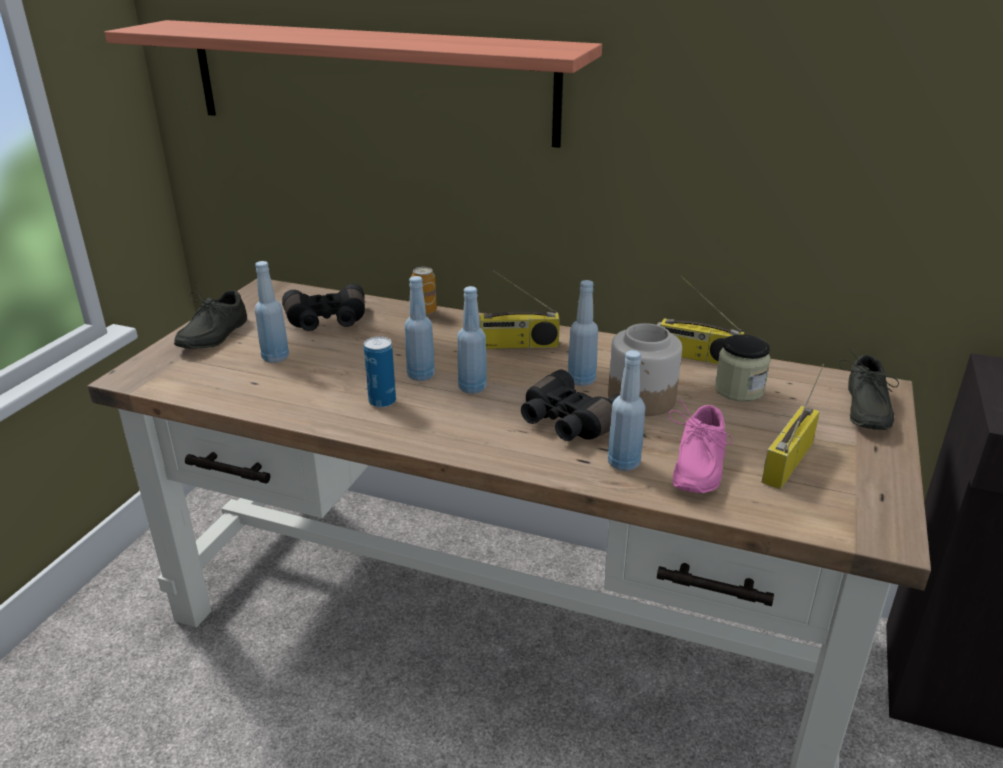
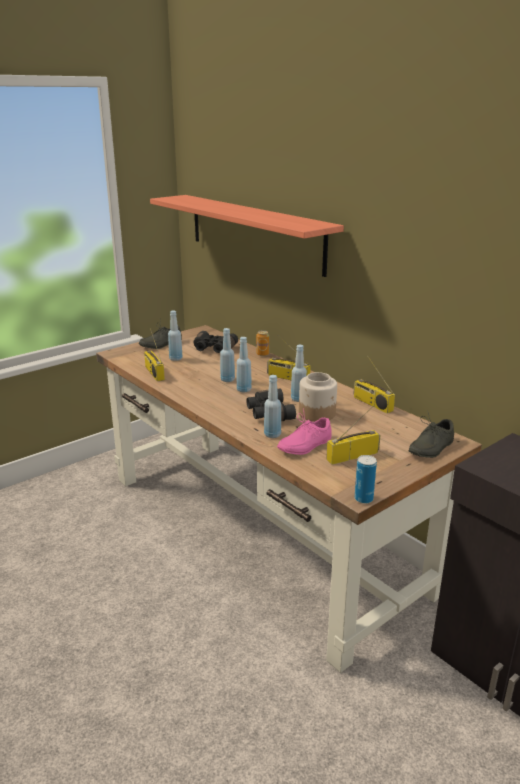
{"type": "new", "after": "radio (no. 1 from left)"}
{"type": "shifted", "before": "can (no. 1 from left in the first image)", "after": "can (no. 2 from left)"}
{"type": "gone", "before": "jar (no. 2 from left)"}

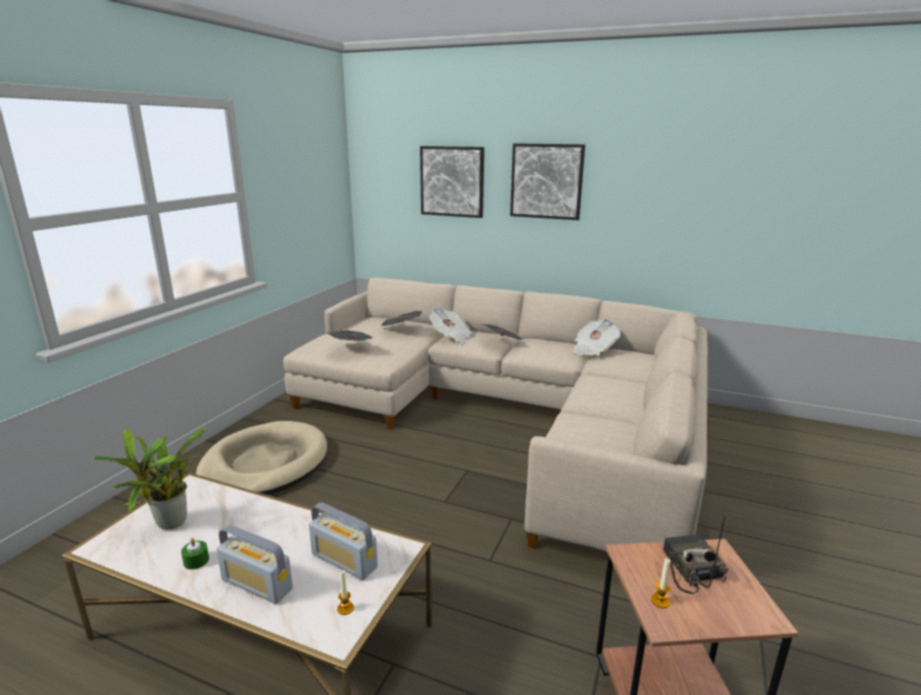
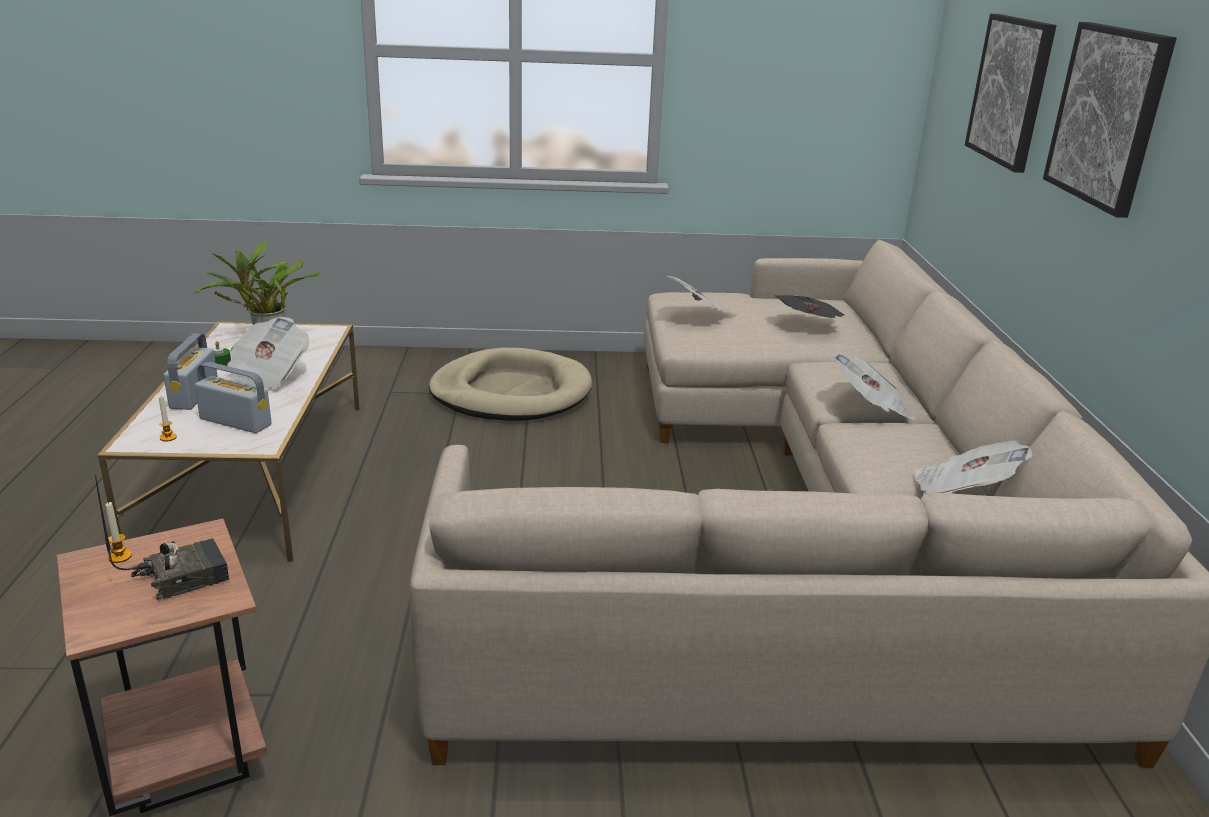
{"type": "rotated", "before": "radio (no. 2 from left in the first image)", "turn": 105}
{"type": "shifted", "before": "newspaper (no. 3 from left in the first image)", "after": "newspaper (no. 1 from left)"}

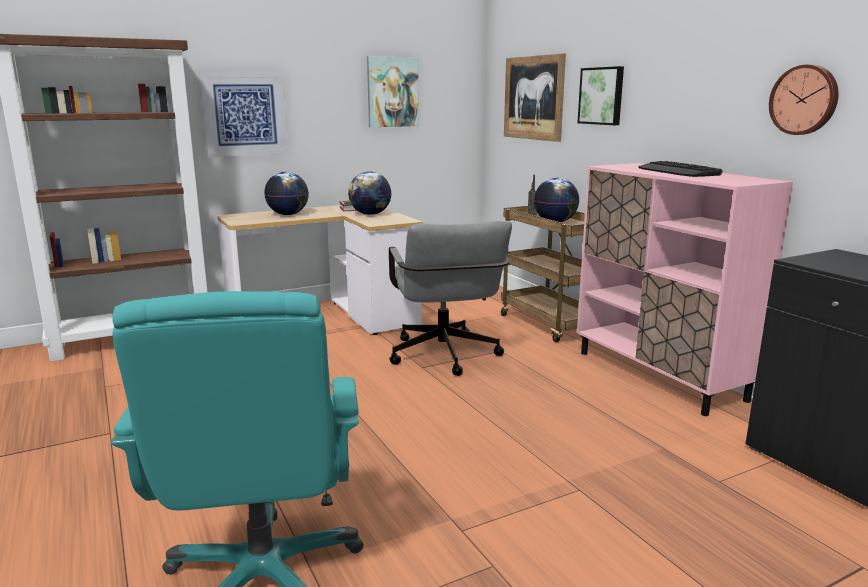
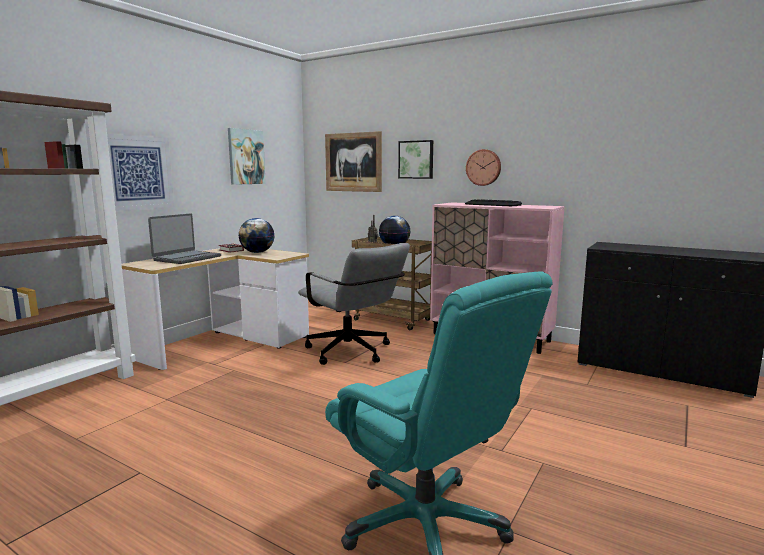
{"type": "swapped", "before": "globe (no. 1 from left)", "after": "laptop"}
{"type": "shifted", "before": "wall clock"}

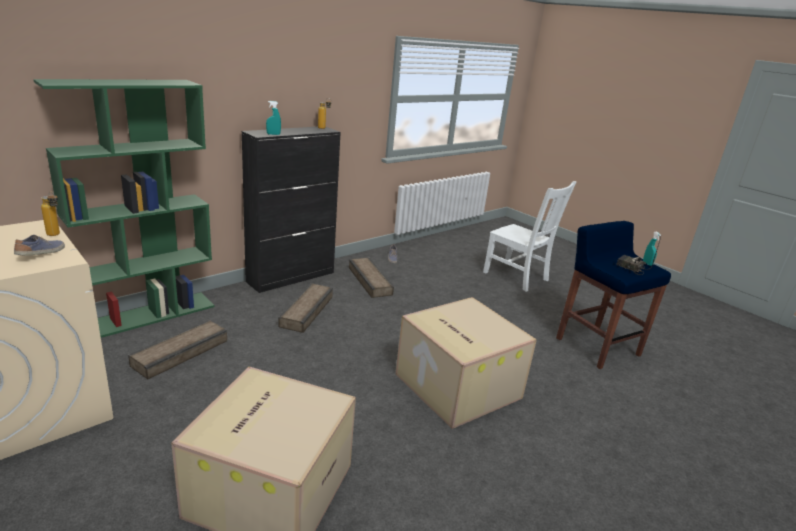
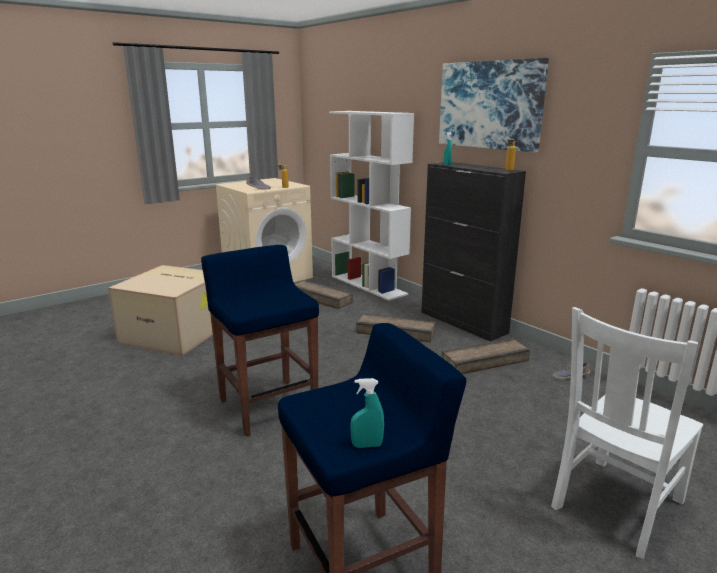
{"type": "swapped", "before": "cardboard box (no. 2 from left)", "after": "blue stool (no. 1 from left)"}
{"type": "repainted", "before": "green bookcase", "after": "white bookcase"}
{"type": "new", "after": "picture"}
{"type": "gone", "before": "radio"}

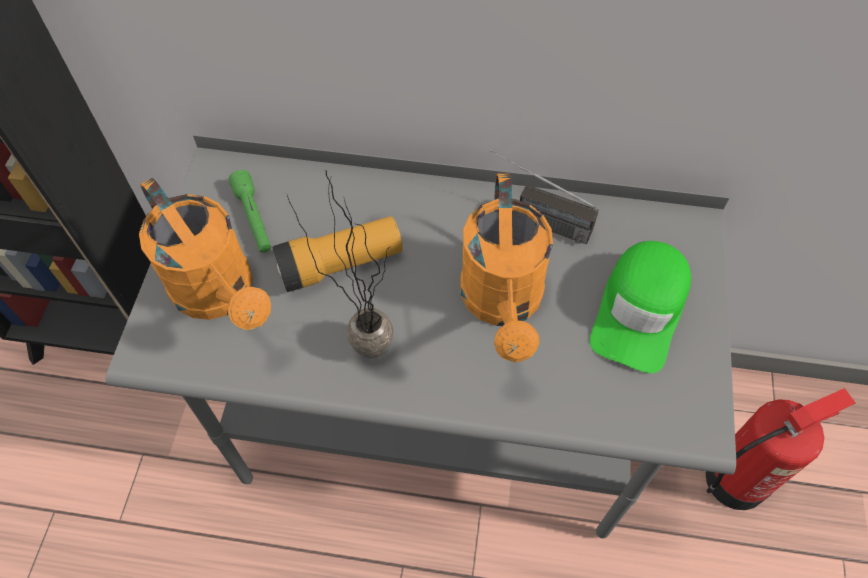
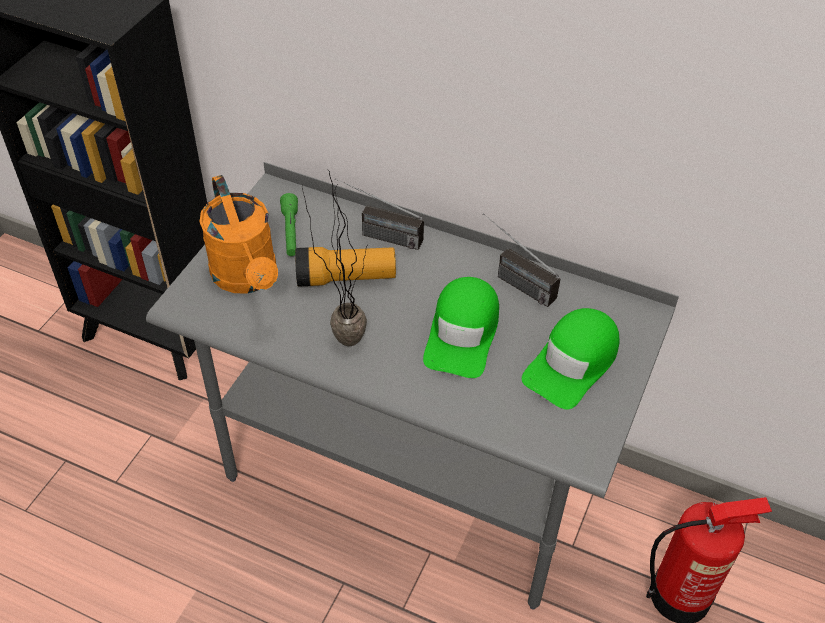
{"type": "new", "after": "radio (no. 1 from left)"}
{"type": "swapped", "before": "orange watering can (no. 2 from left)", "after": "green cap (no. 1 from left)"}

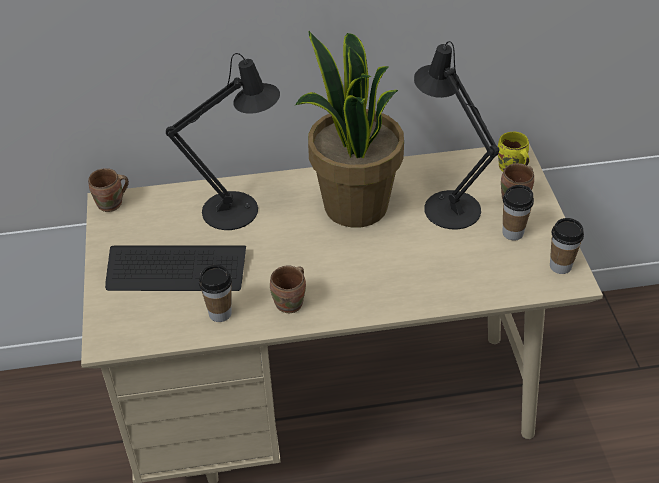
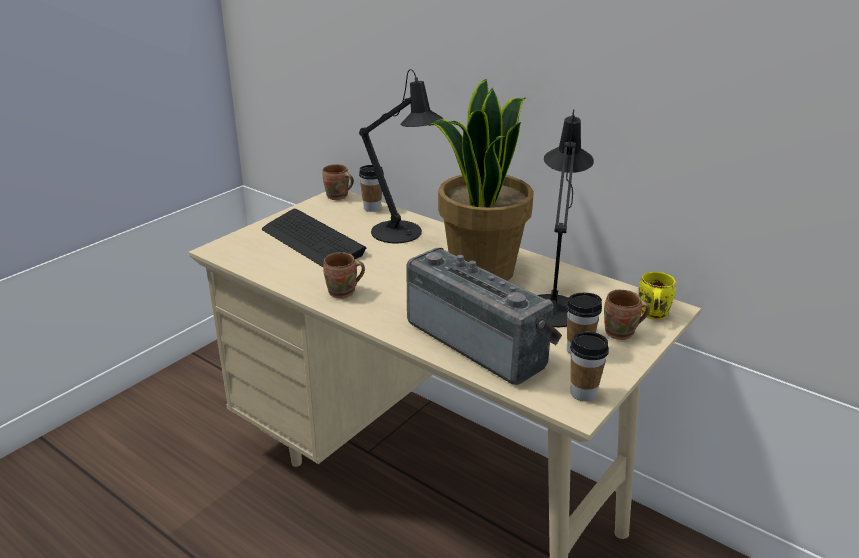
{"type": "shifted", "before": "cup (no. 1 from left)"}
{"type": "new", "after": "radio"}

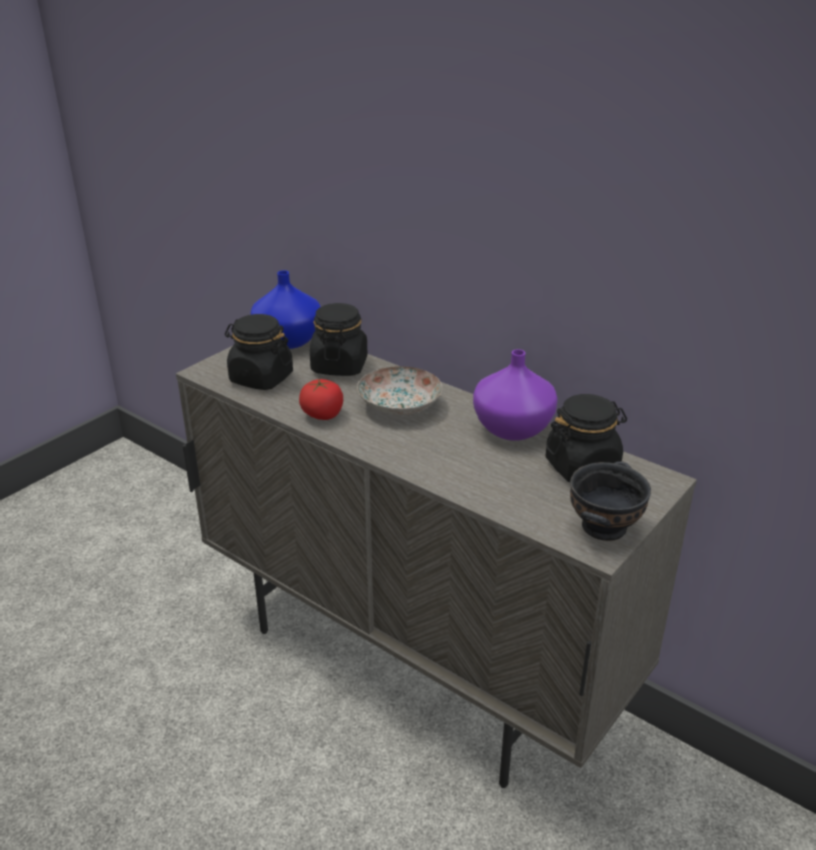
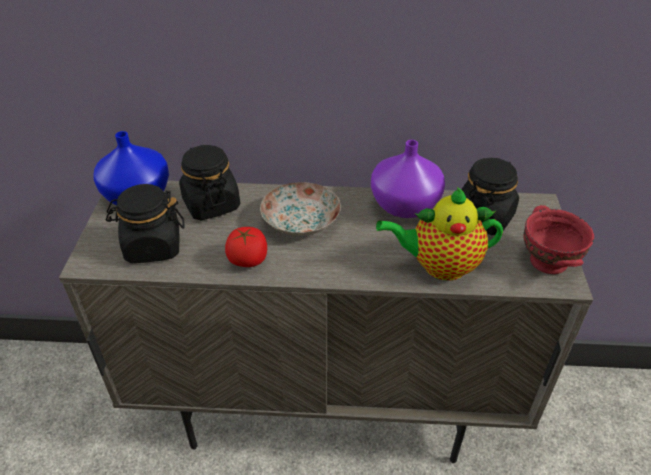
{"type": "new", "after": "teapot"}
{"type": "repainted", "before": "black bowl", "after": "red bowl"}

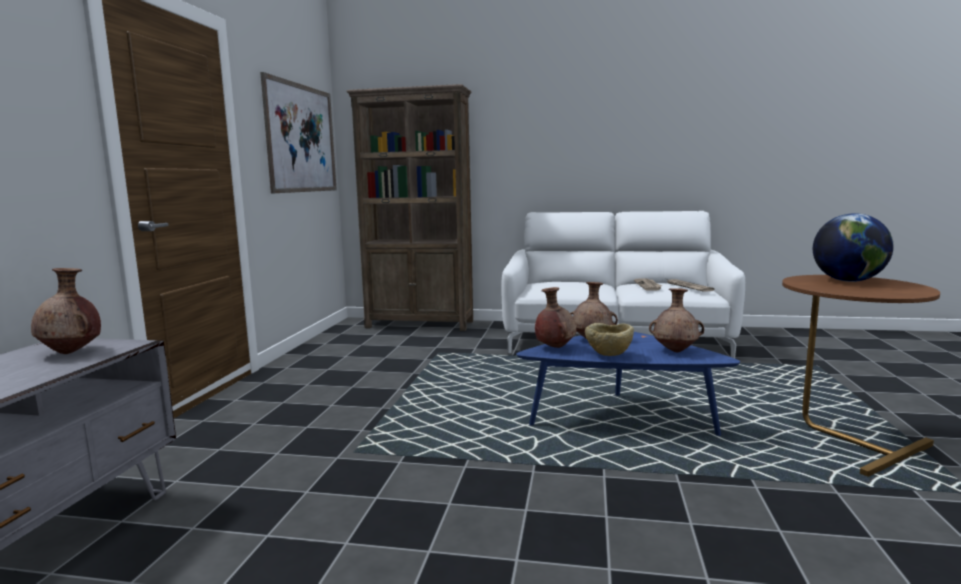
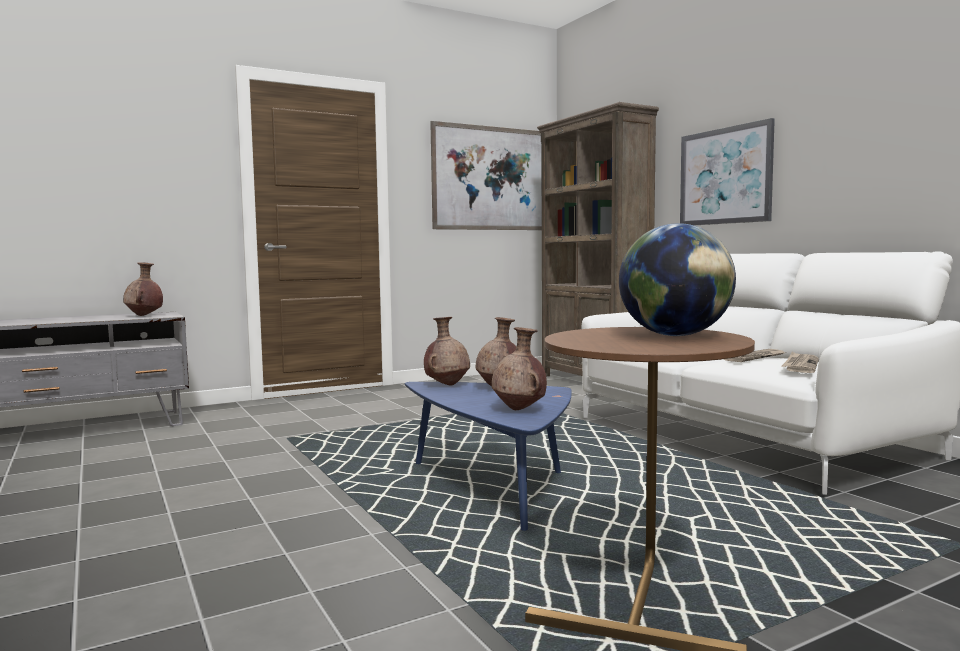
{"type": "new", "after": "picture (no. 2 from left)"}
{"type": "gone", "before": "beige bowl"}

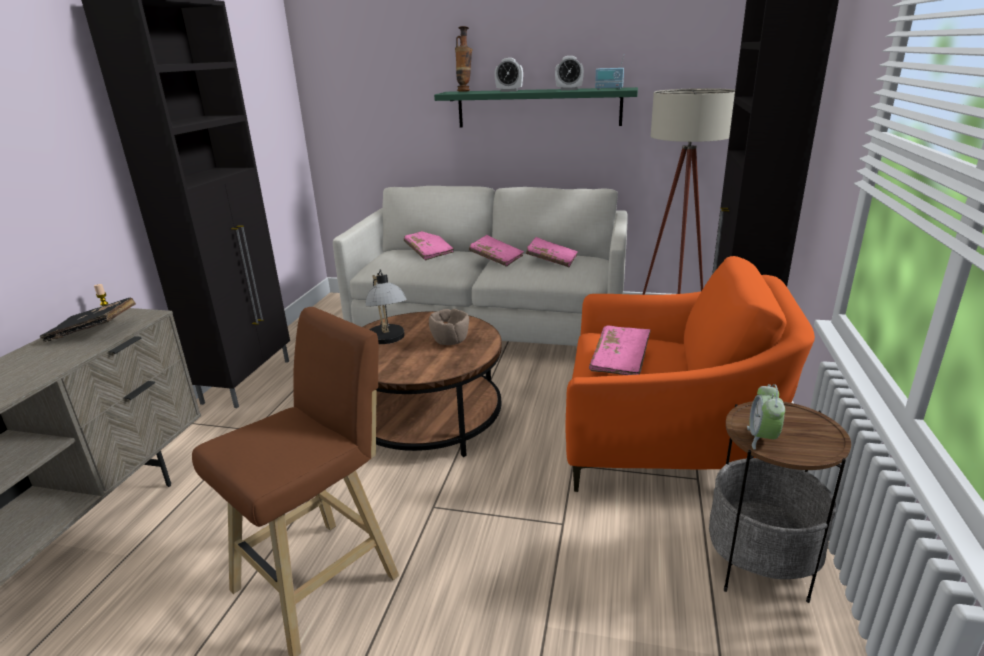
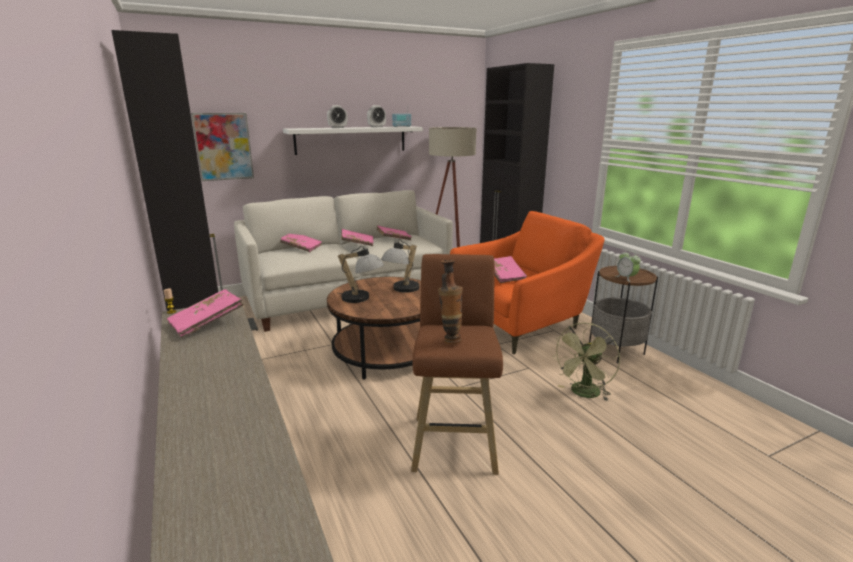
{"type": "repainted", "before": "black book", "after": "pink book (no. 1 from left)"}
{"type": "new", "after": "picture"}
{"type": "repainted", "before": "green shelf", "after": "white shelf"}
{"type": "swapped", "before": "brown bowl", "after": "table lamp (no. 2 from left)"}
{"type": "shifted", "before": "vase"}
{"type": "new", "after": "green fan"}

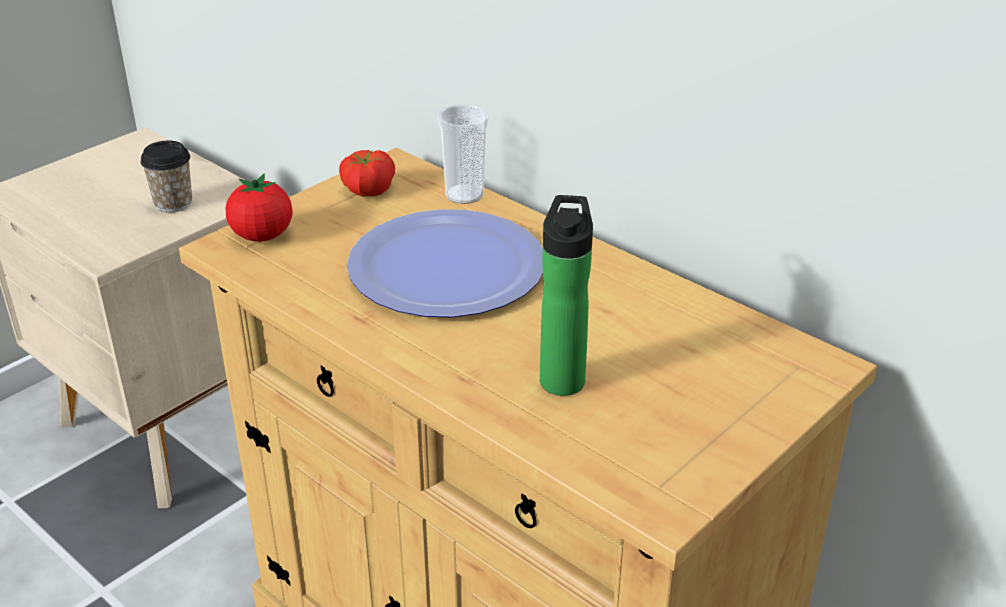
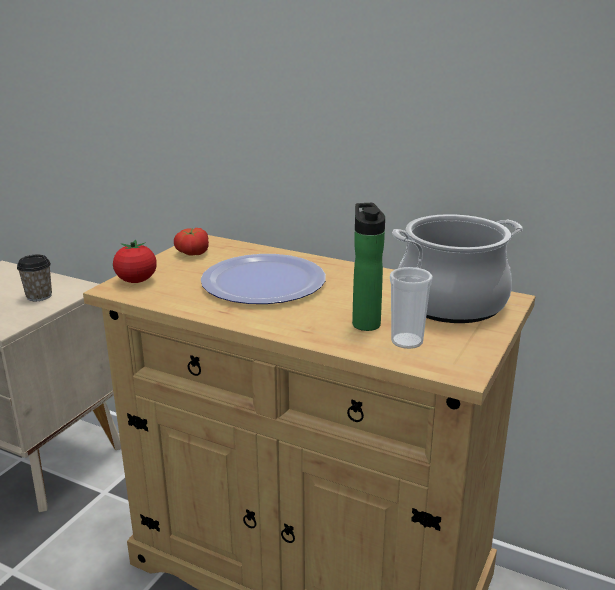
{"type": "shifted", "before": "cup (no. 2 from left)"}
{"type": "new", "after": "cooking pot"}

